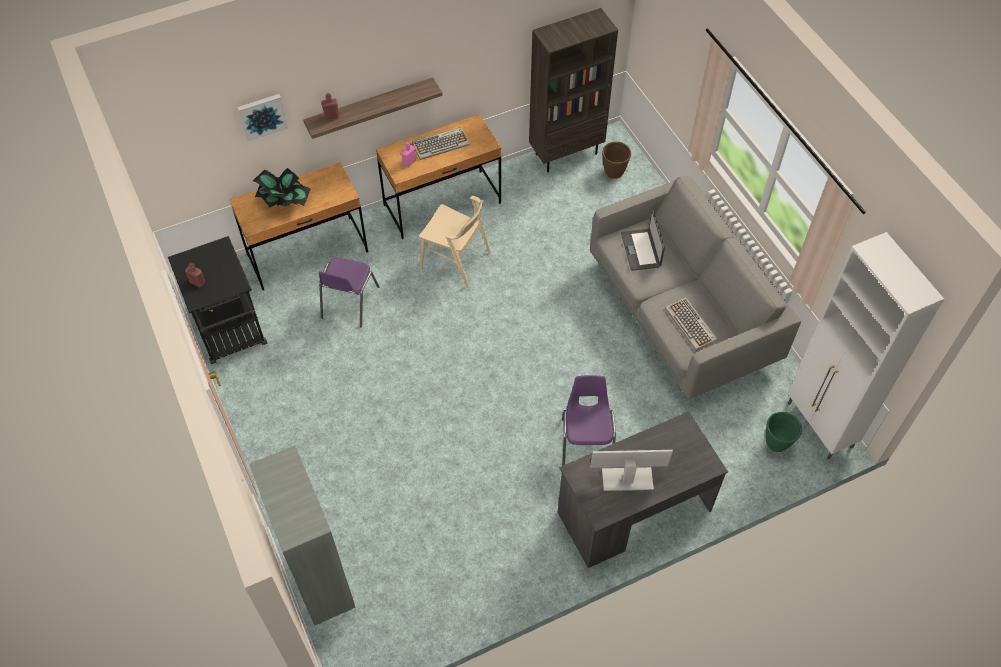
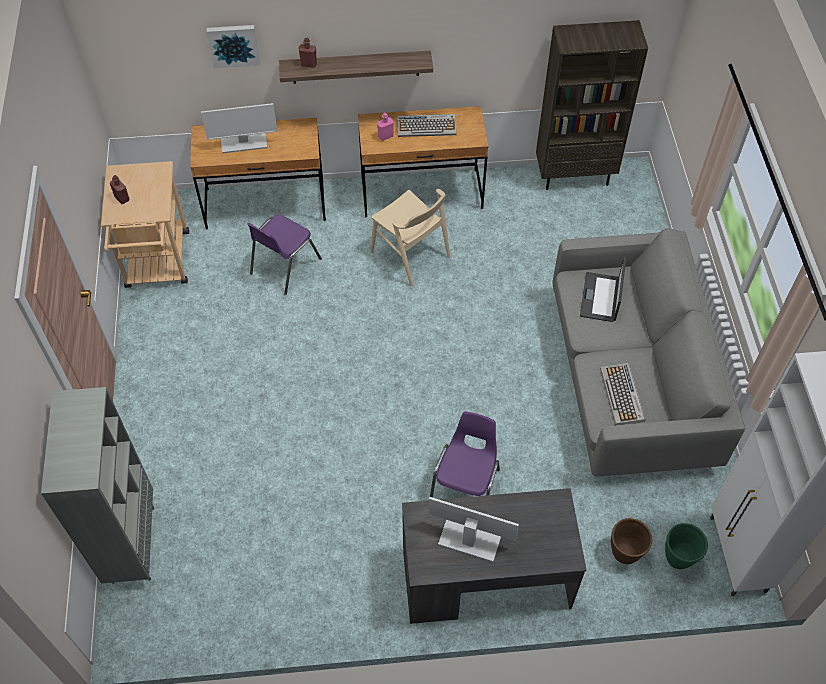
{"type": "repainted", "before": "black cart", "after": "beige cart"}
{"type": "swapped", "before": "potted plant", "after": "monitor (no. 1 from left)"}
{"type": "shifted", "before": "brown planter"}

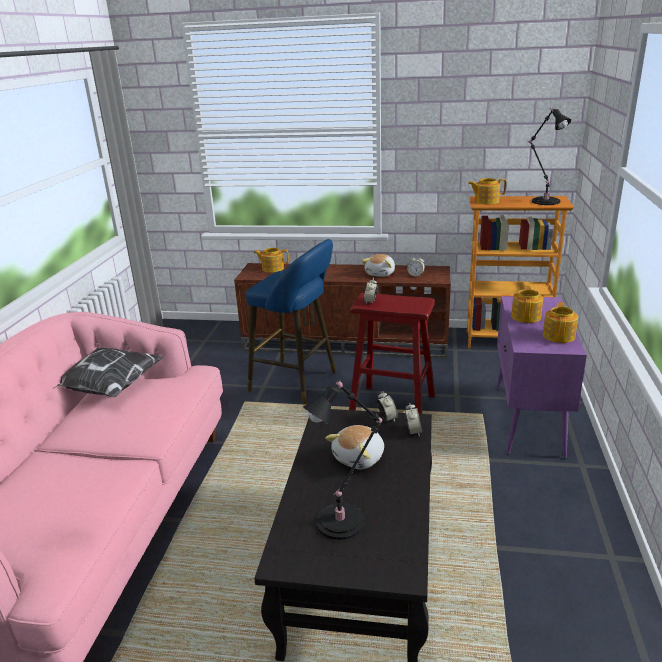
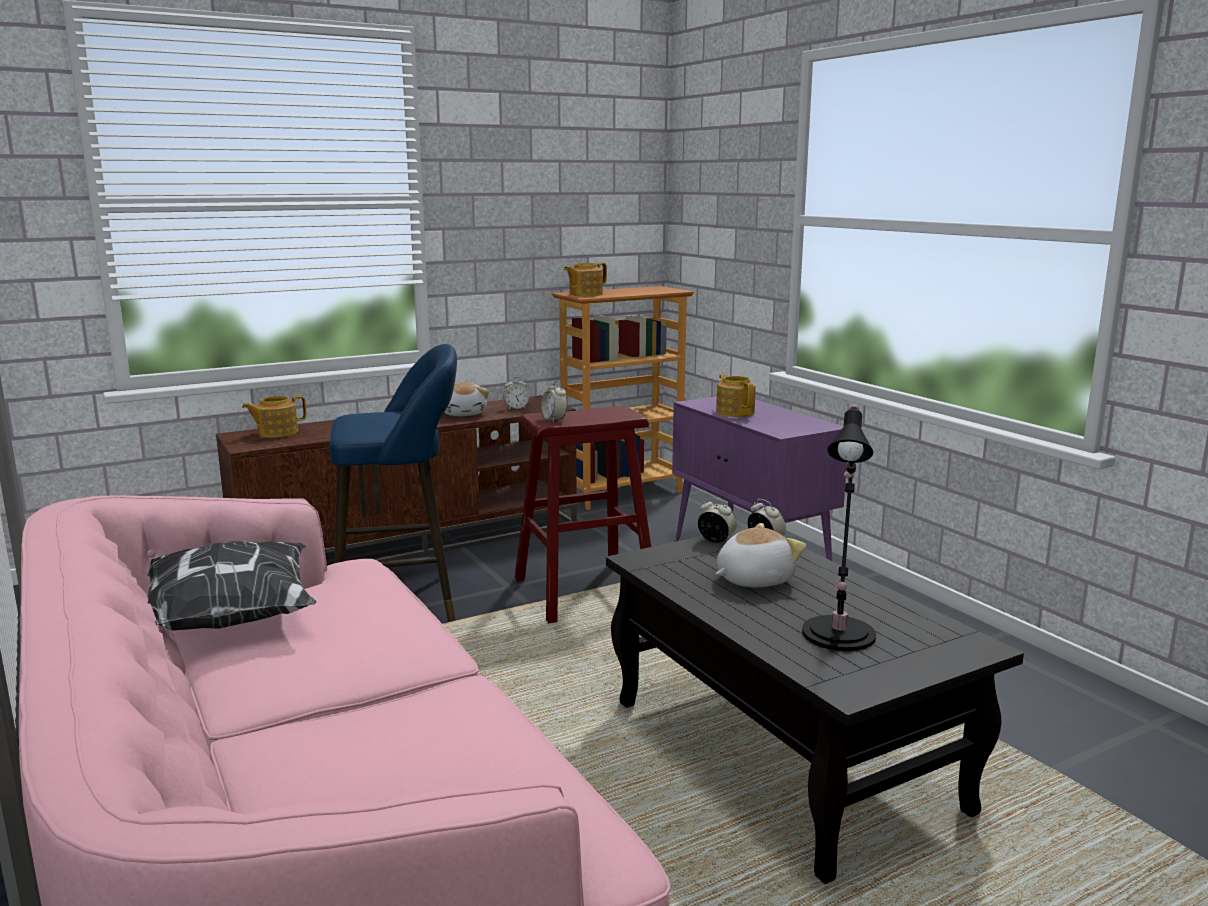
{"type": "rotated", "before": "plush toy (no. 1 from left in the first image)", "turn": -120}
{"type": "gone", "before": "black table lamp (no. 2 from left)"}
{"type": "gone", "before": "teapot (no. 4 from left)"}

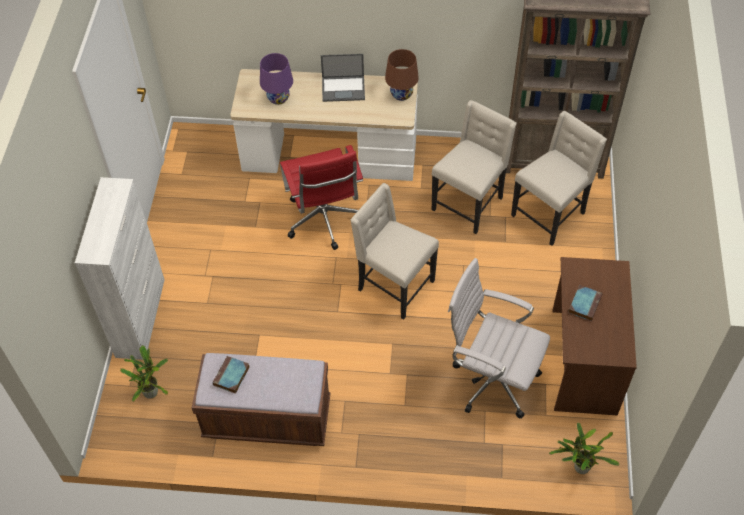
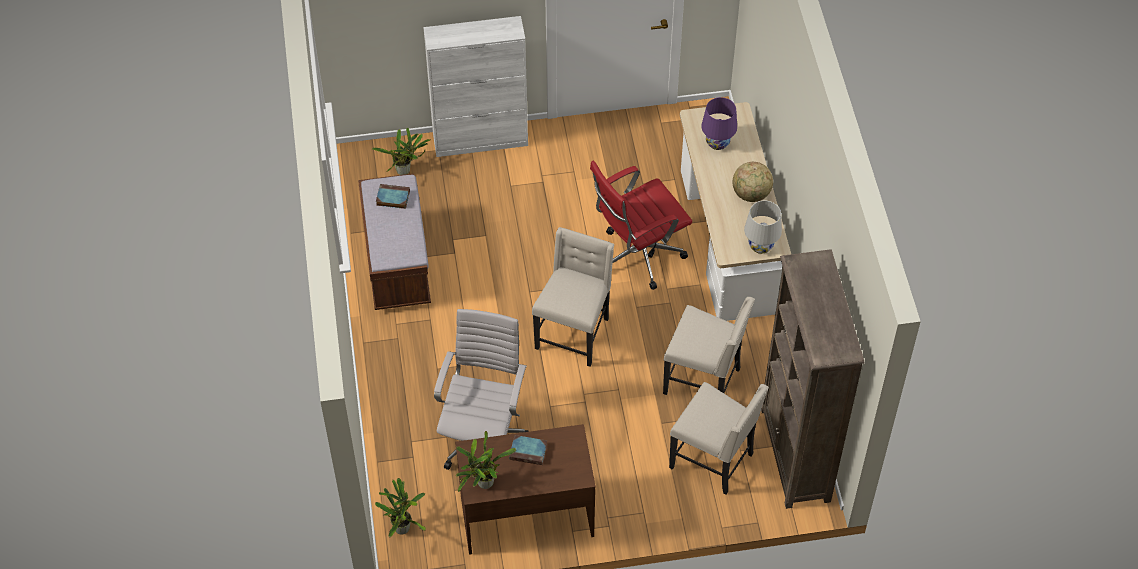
{"type": "new", "after": "potted plant (no. 3 from left)"}
{"type": "swapped", "before": "laptop", "after": "globe"}
{"type": "repainted", "before": "brown table lamp", "after": "white table lamp"}

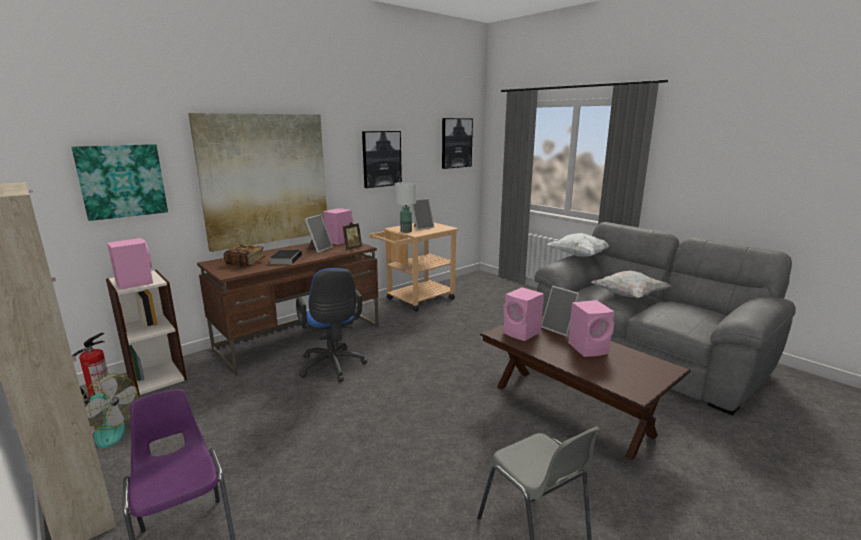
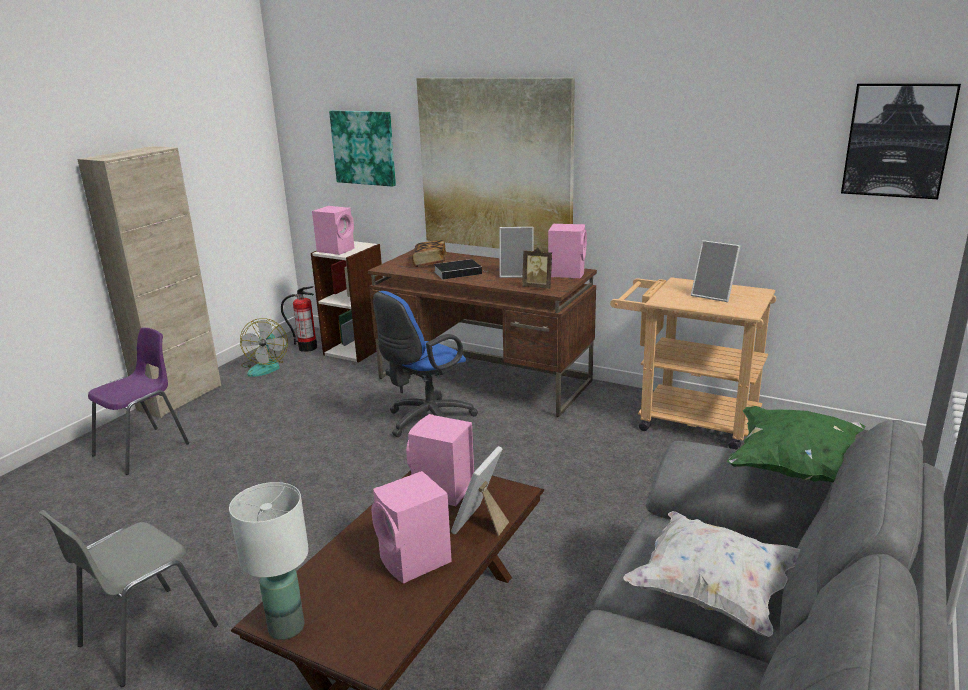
{"type": "shifted", "before": "white table lamp"}
{"type": "repainted", "before": "white pillow (no. 1 from left)", "after": "green pillow"}
{"type": "gone", "before": "picture (no. 3 from left)"}

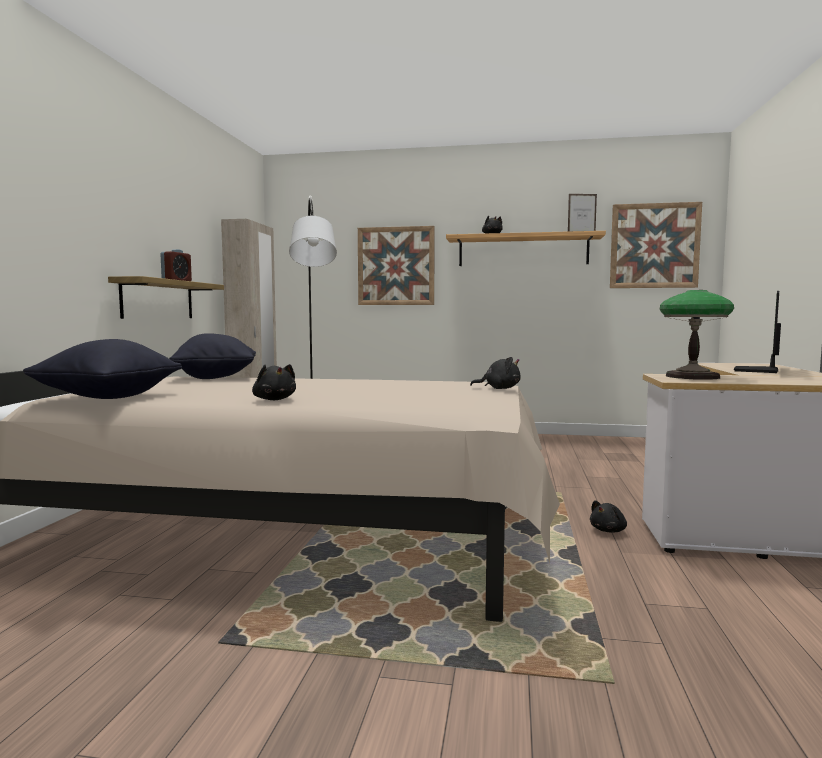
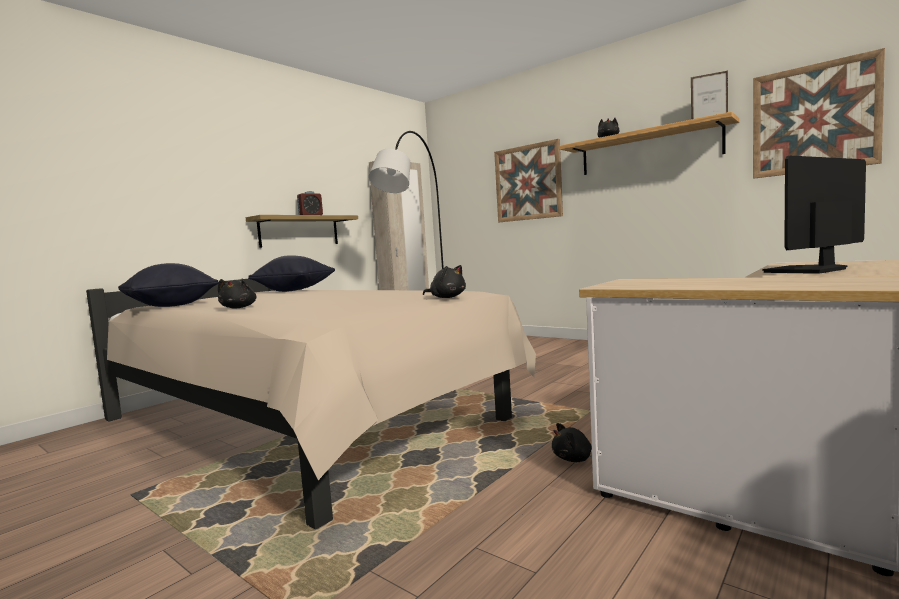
{"type": "gone", "before": "table lamp"}

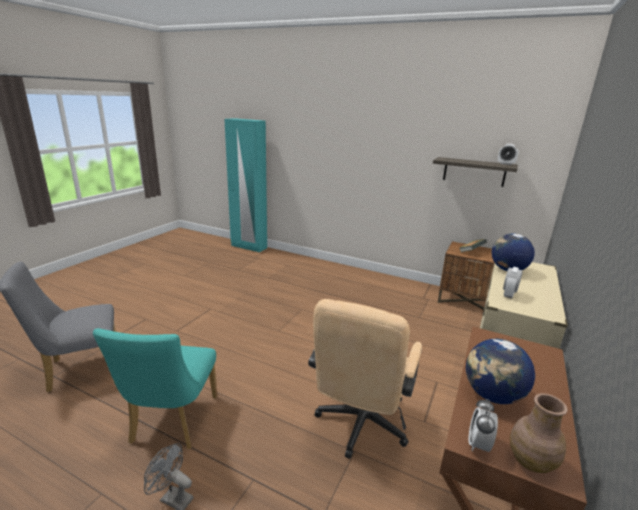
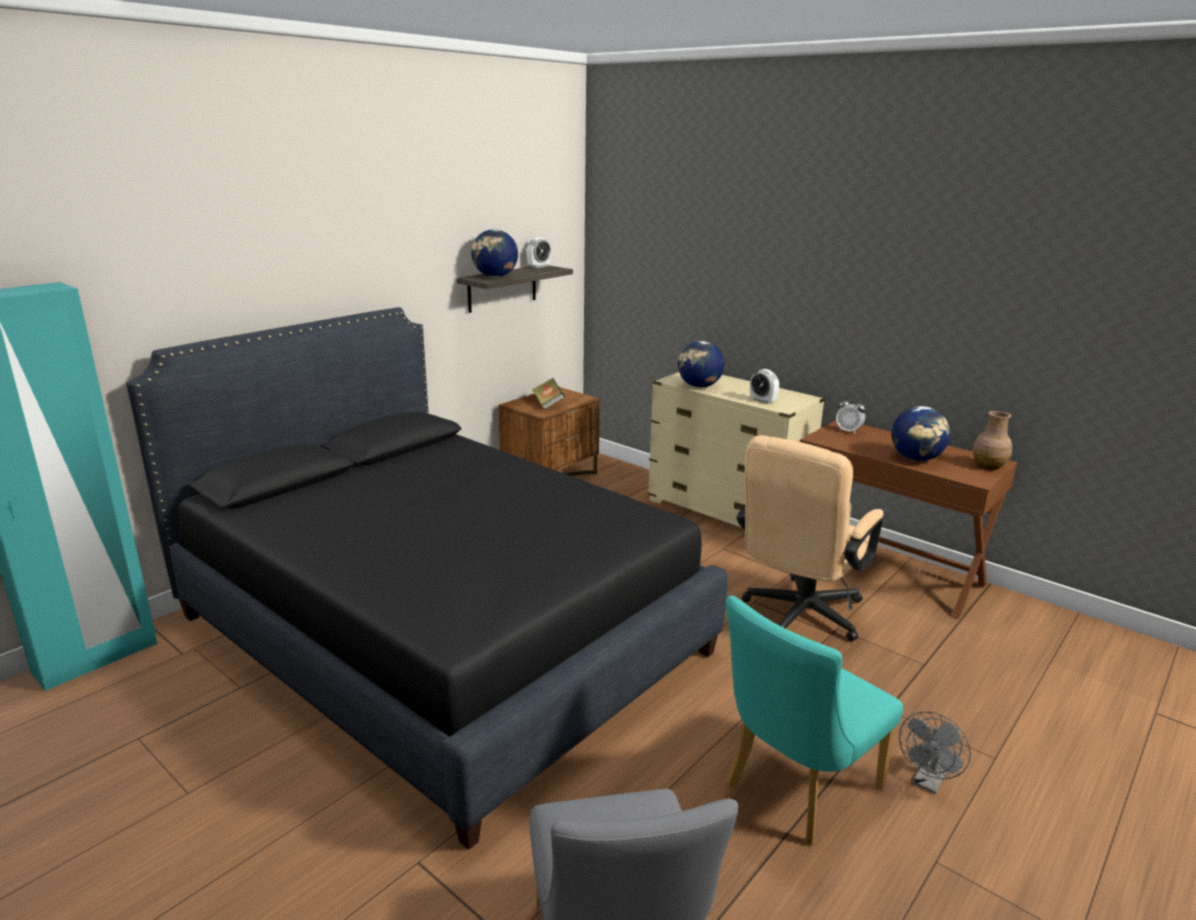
{"type": "new", "after": "black bed"}
{"type": "new", "after": "globe (no. 1 from left)"}
{"type": "rotated", "before": "turquoise chair", "turn": 120}
{"type": "rotated", "before": "beige office chair", "turn": 90}
{"type": "shifted", "before": "alarm clock (no. 1 from left in the first image)", "after": "alarm clock (no. 3 from left)"}

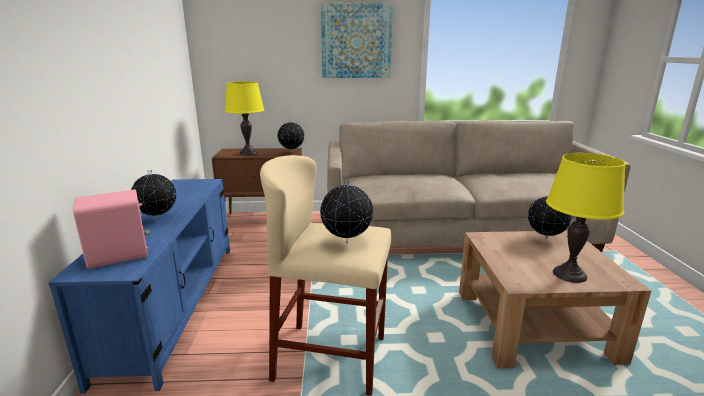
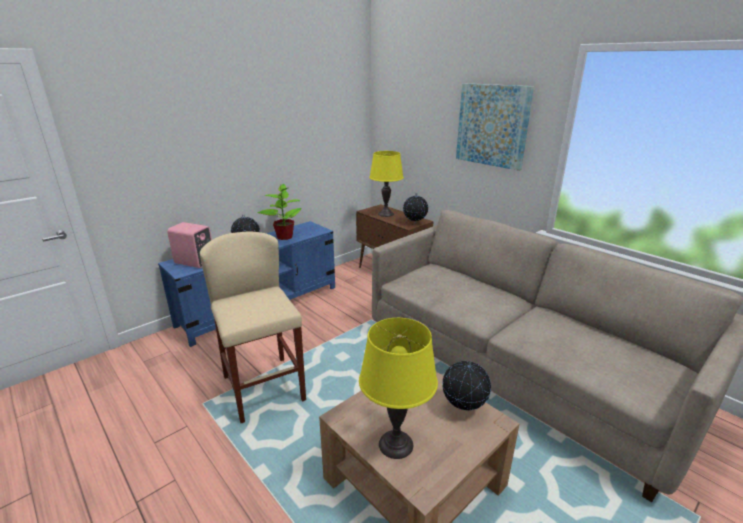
{"type": "new", "after": "potted plant"}
{"type": "gone", "before": "globe (no. 3 from left)"}

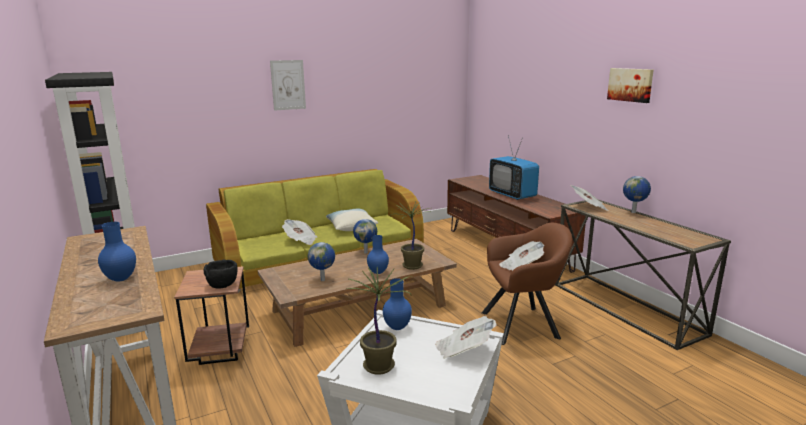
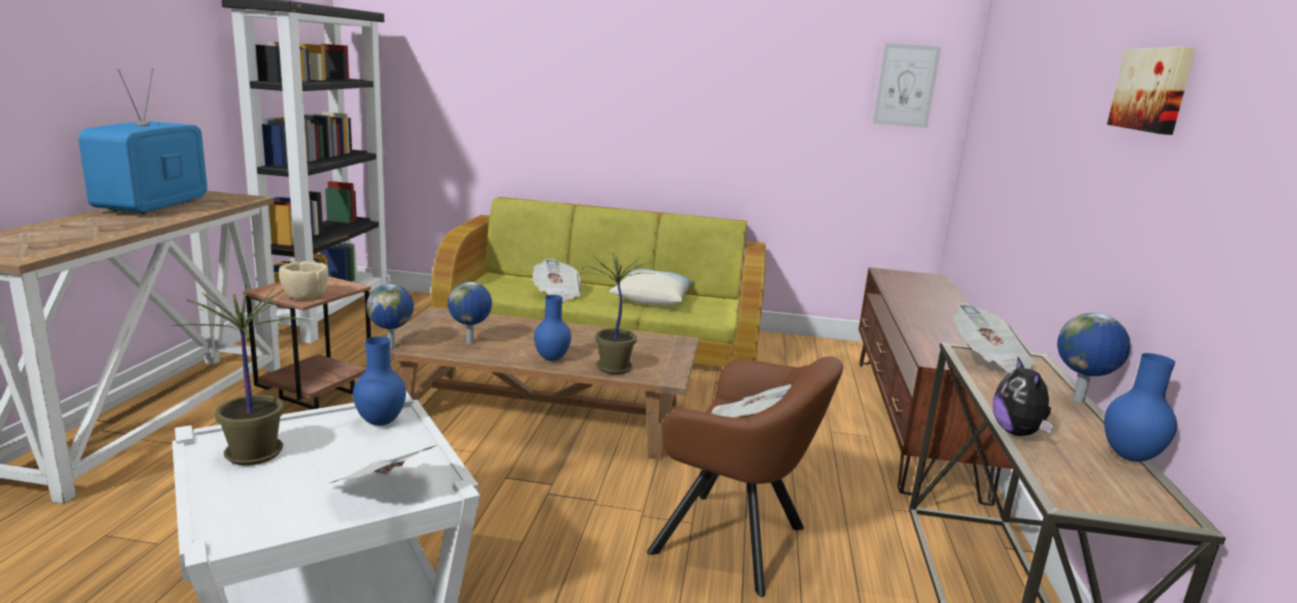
{"type": "shifted", "before": "television"}
{"type": "repainted", "before": "black bowl", "after": "beige bowl"}
{"type": "shifted", "before": "globe (no. 2 from left in the first image)", "after": "globe (no. 1 from left)"}
{"type": "shifted", "before": "picture (no. 1 from left)"}
{"type": "new", "after": "plush toy"}
{"type": "shifted", "before": "blue vase (no. 1 from left in the first image)", "after": "blue vase (no. 3 from left)"}

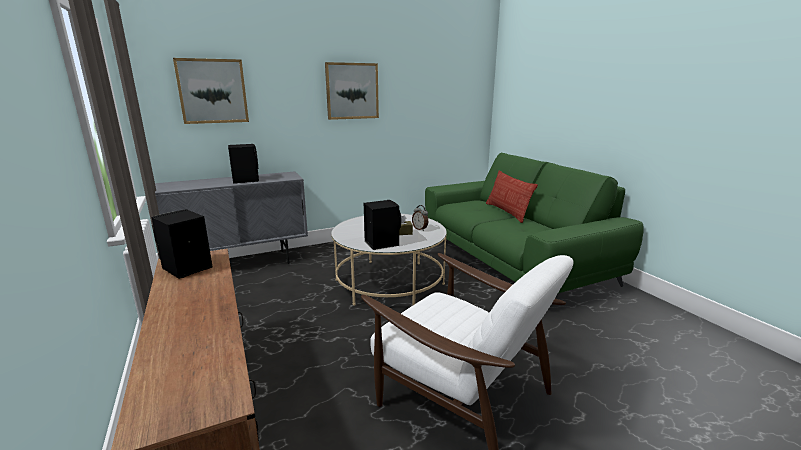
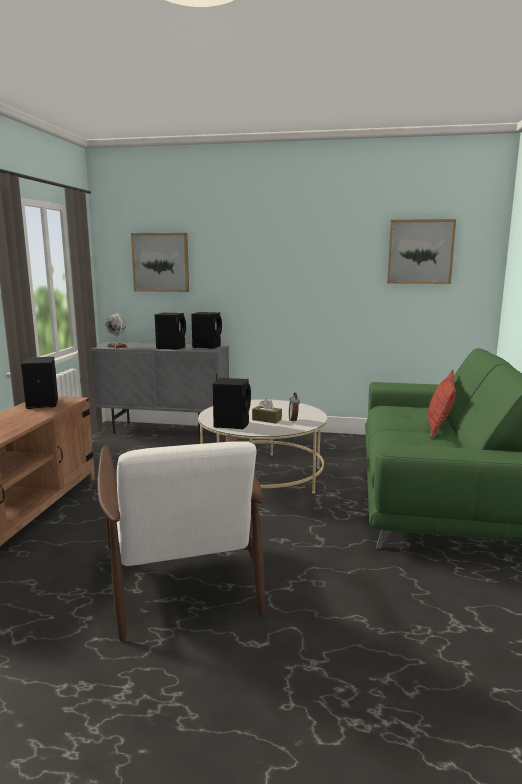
{"type": "new", "after": "globe"}
{"type": "new", "after": "black speaker (no. 3 from left)"}
{"type": "shifted", "before": "picture (no. 2 from left)"}

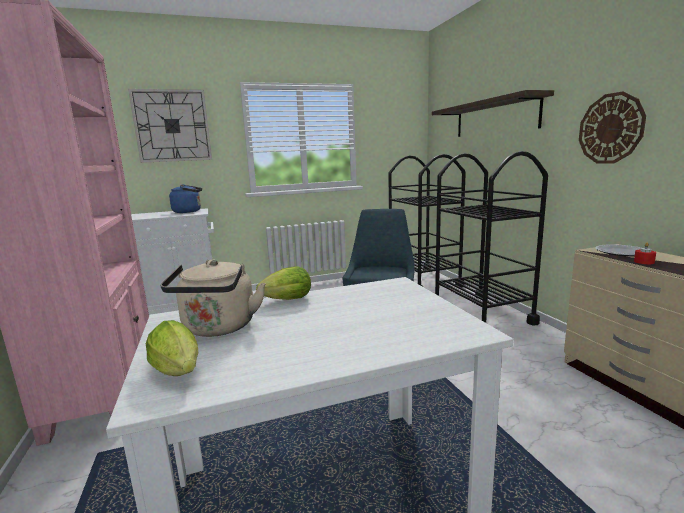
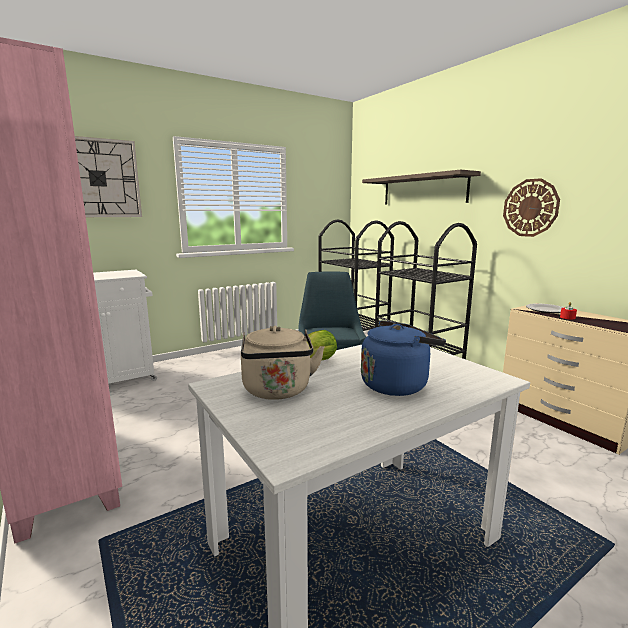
{"type": "shifted", "before": "blue kettle"}
{"type": "gone", "before": "lettuce (no. 1 from left)"}

